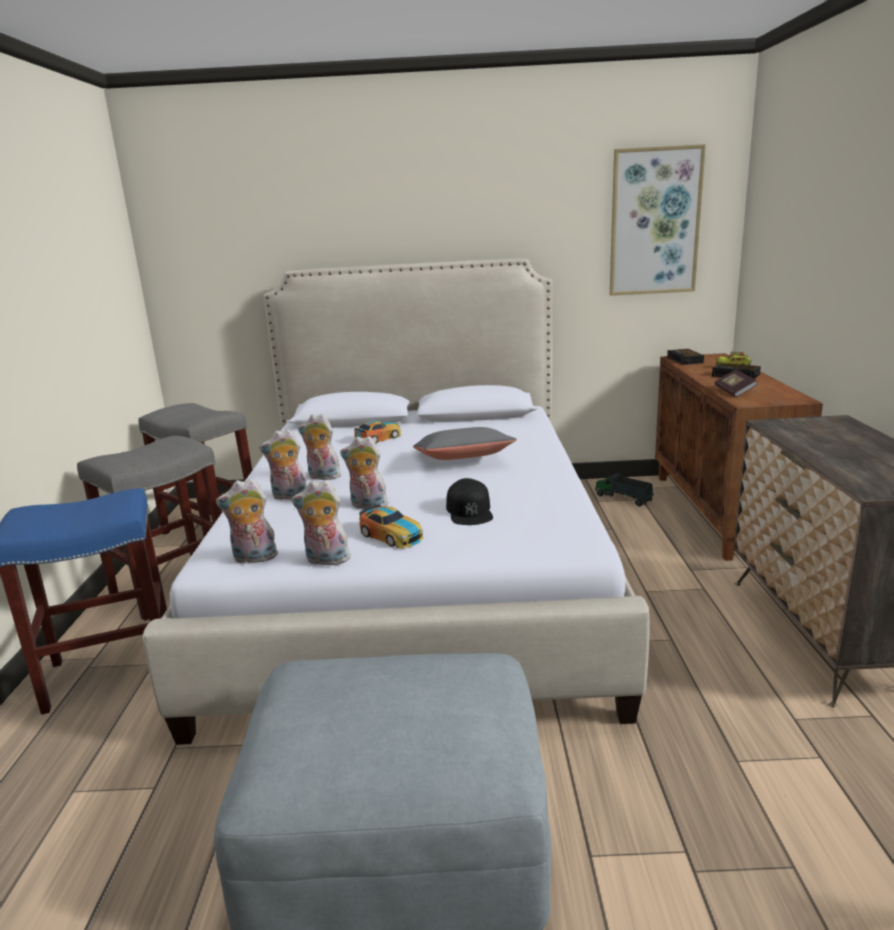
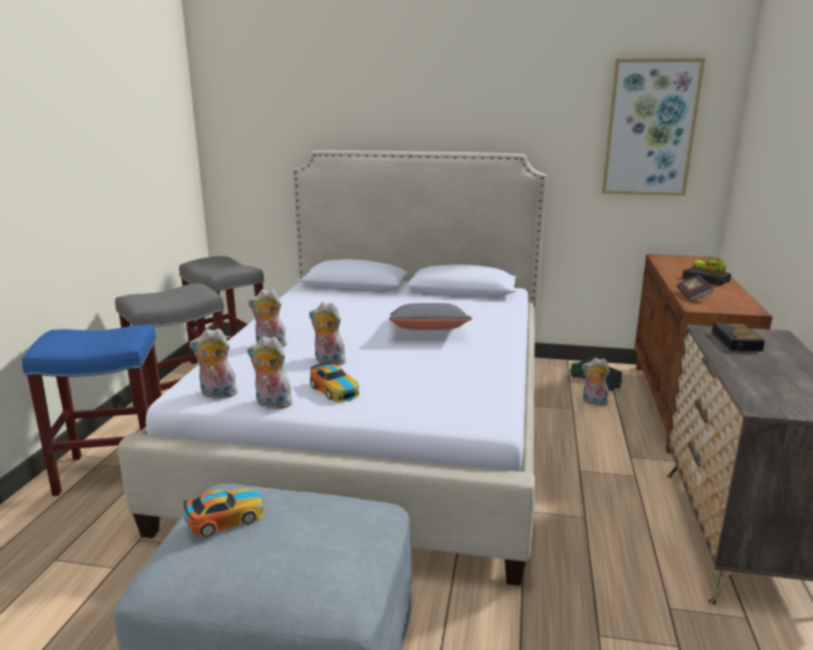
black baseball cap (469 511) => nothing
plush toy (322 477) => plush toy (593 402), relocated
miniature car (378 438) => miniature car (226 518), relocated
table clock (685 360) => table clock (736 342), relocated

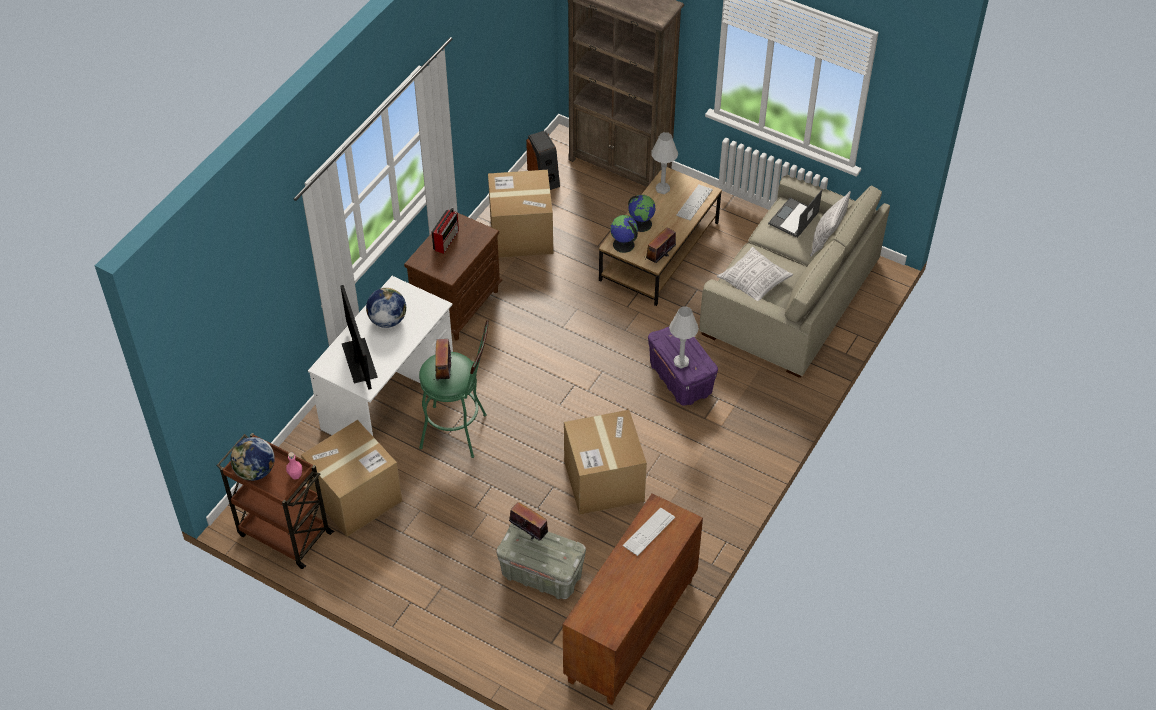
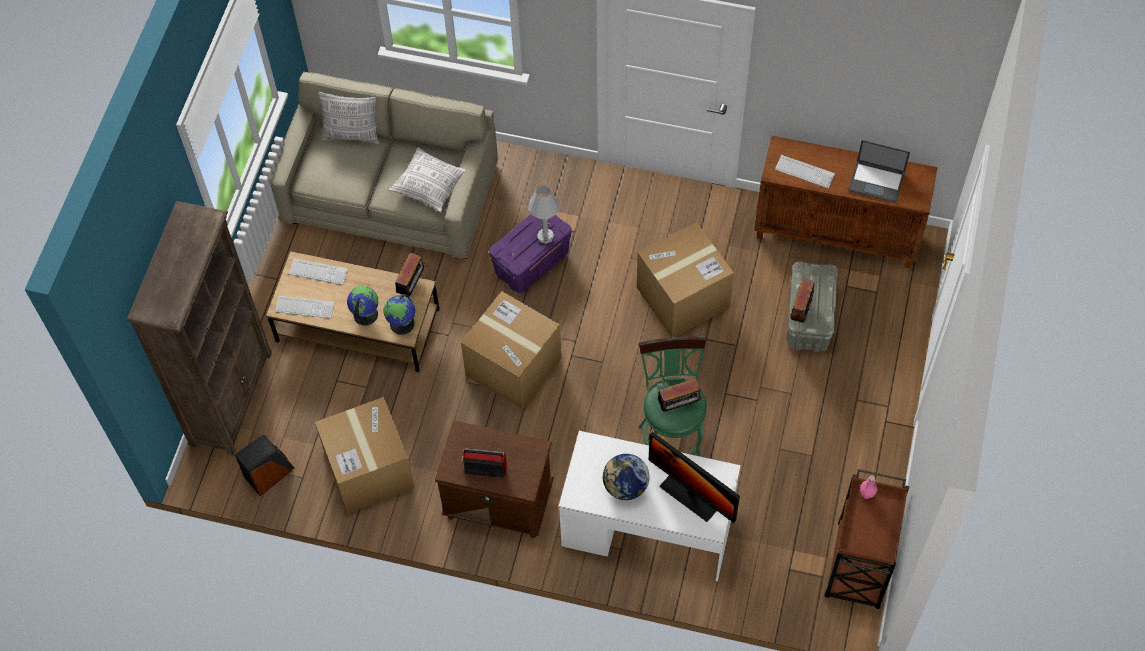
desk globe (255 471) => nothing
carton (355 497) => carton (513 366), relocated
notebook computer (793 218) => notebook computer (877 181), relocated
white table lamp (662 189) => computer keyboard (305 307)
monitor (359 360) => monitor (691 494), 105 degrees counterclockwise
radio set (659 258) => radio set (412 285), 90 degrees counterclockwise

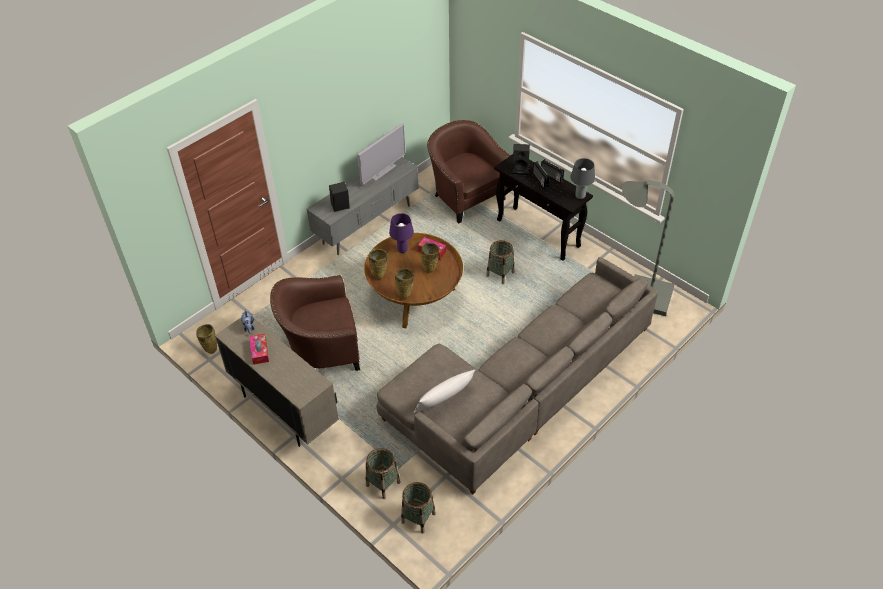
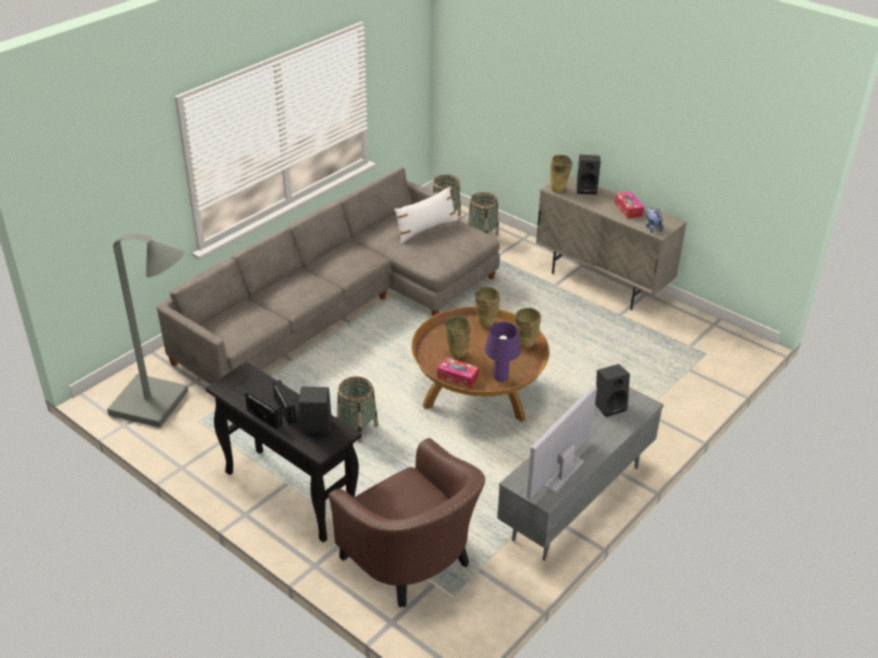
brownish armchair (321 350) => nothing
gray table lamp (580 196) => nothing
nothing => black loudspeaker (587 189)
beige flower vase (211 349) => beige flower vase (558 190), relocated

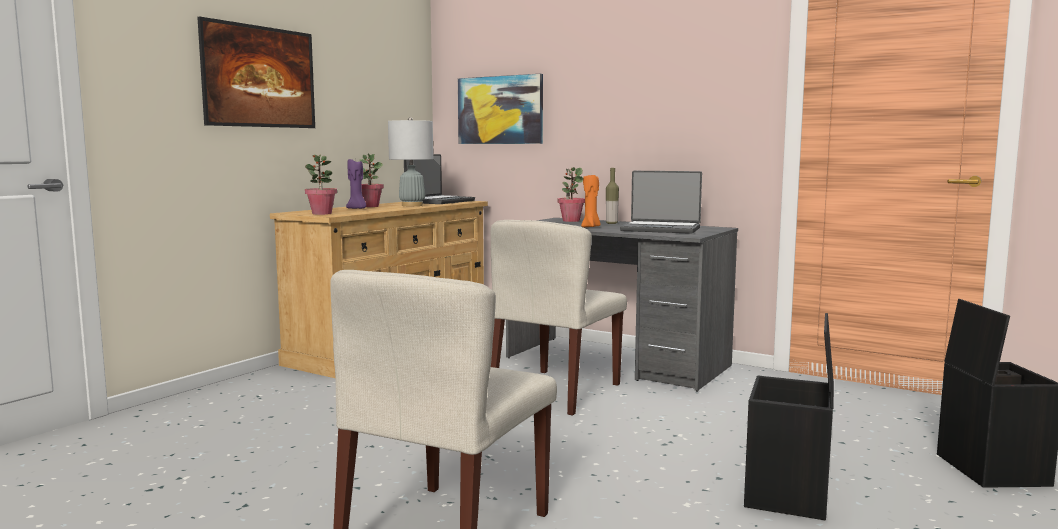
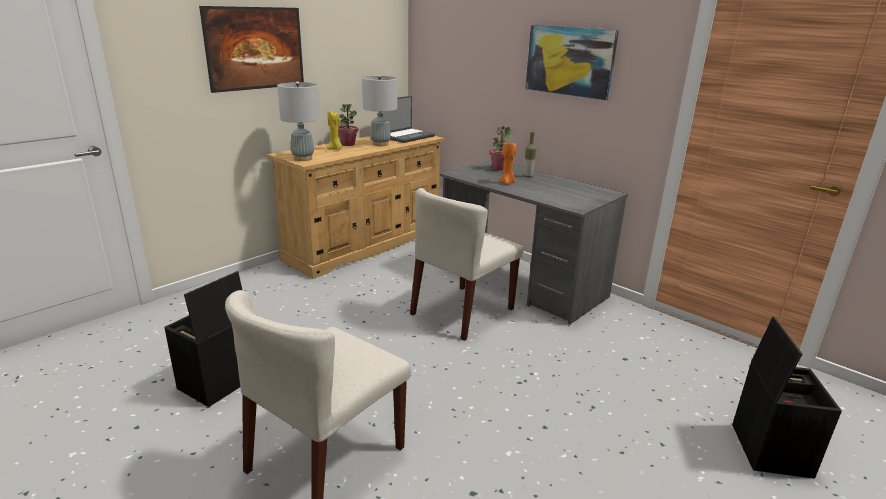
notebook computer (661 229) => nothing
wall art (500 110) => wall art (570 61), relocated
black storage bin (788 496) => black storage bin (216 384), relocated
potted plant (322 213) => gray table lamp (303 158)
purple-coloured wax candle (357 209) => yellow wax candle (335 149)

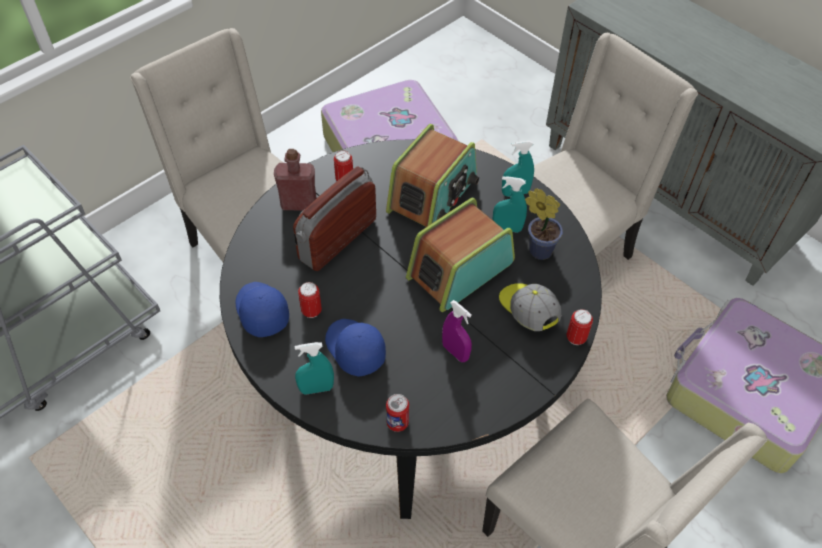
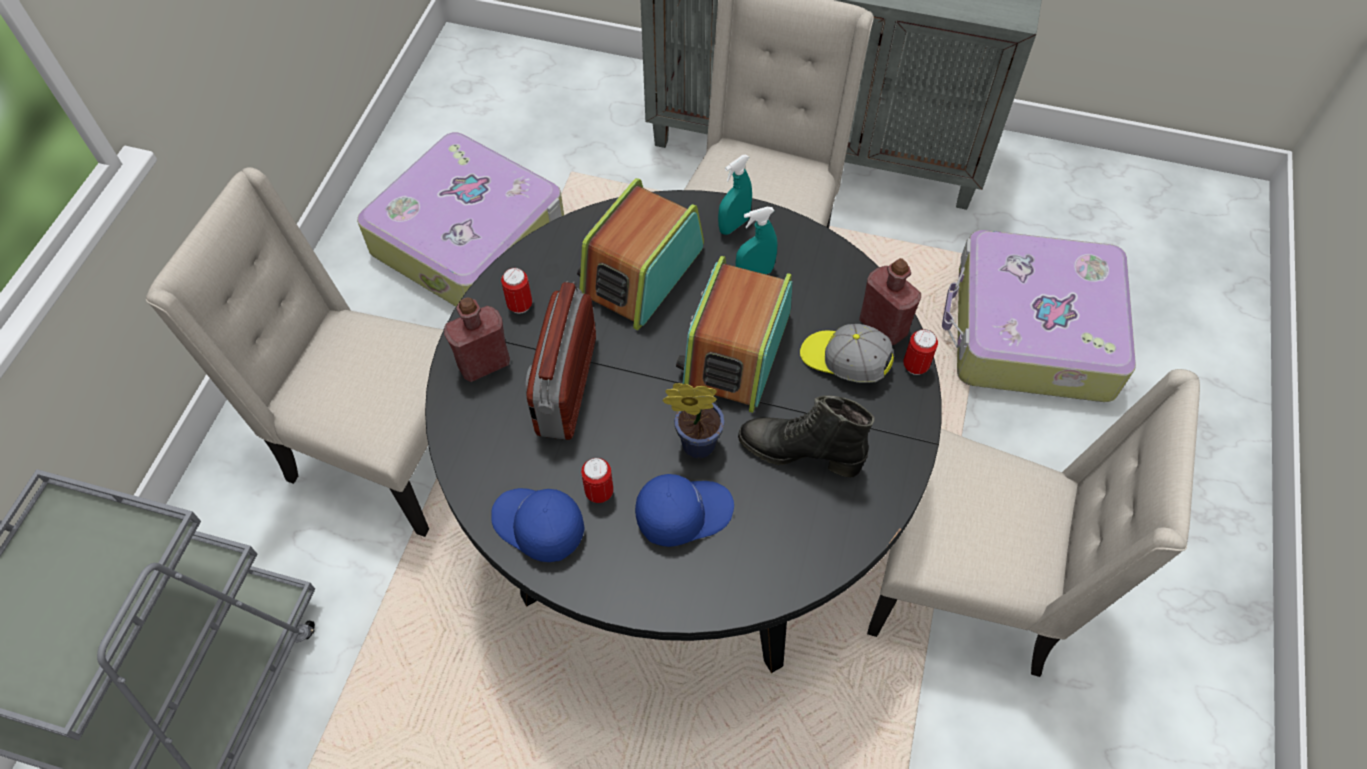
turquoise-coloured sprayer (316 389) => nothing
metal can (397 422) => nothing
nothing => red-coloured bottle (883 326)
potted plant (537 249) => potted plant (693 444), relocated
purple-coloured sprayer (455 352) => black high-top boot (800 452)
blue-coloured baseball cap (354 349) => blue-coloured baseball cap (683 512), 135 degrees clockwise
radio set (433 194) => radio set (641 273), 150 degrees counterclockwise

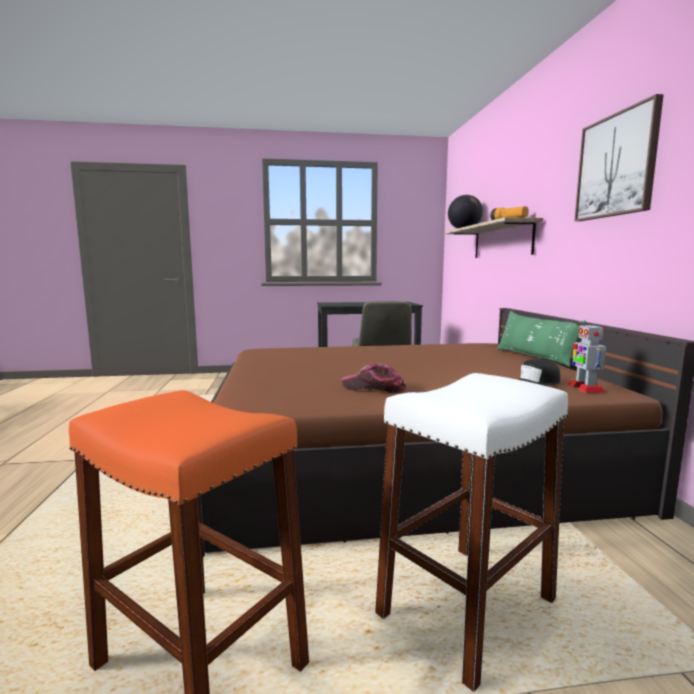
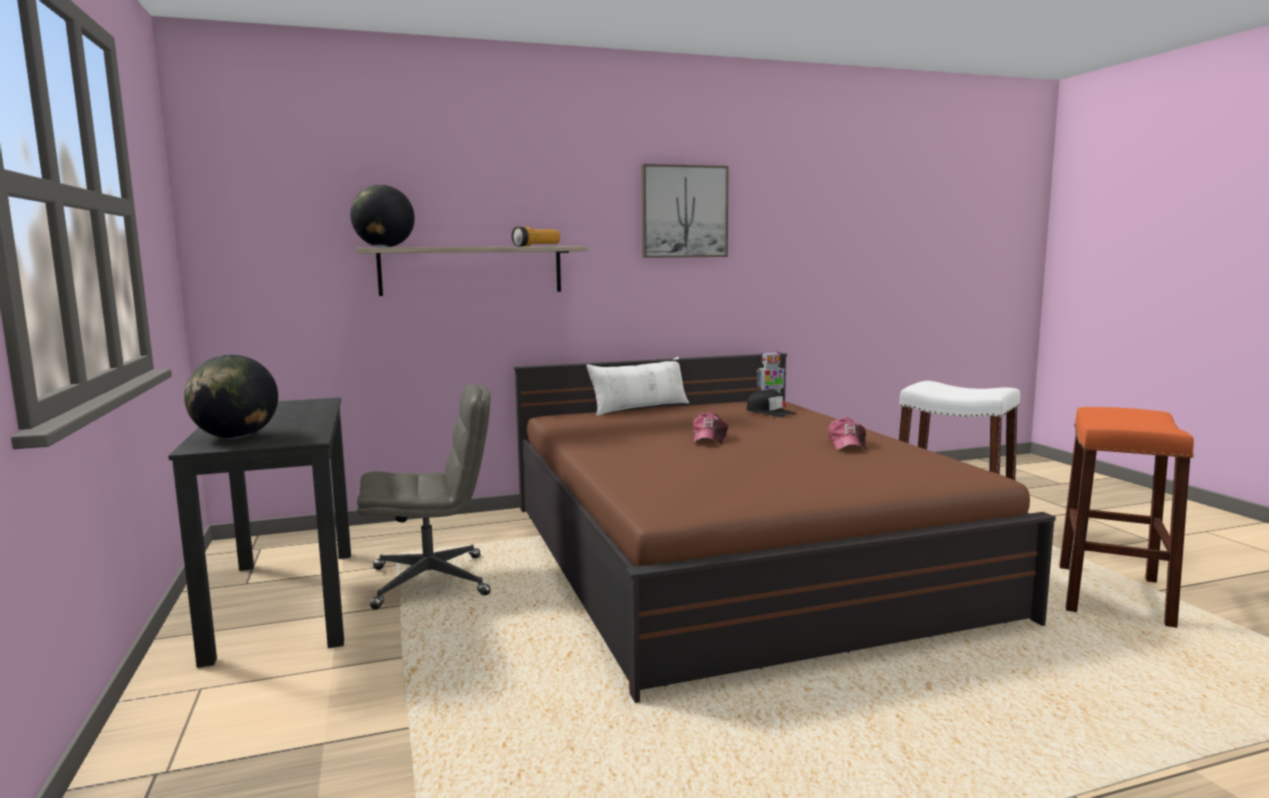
nothing => desk globe (236 437)
nothing => baseball cap (710 438)
green throw pillow (534 357) => white throw pillow (640 408)

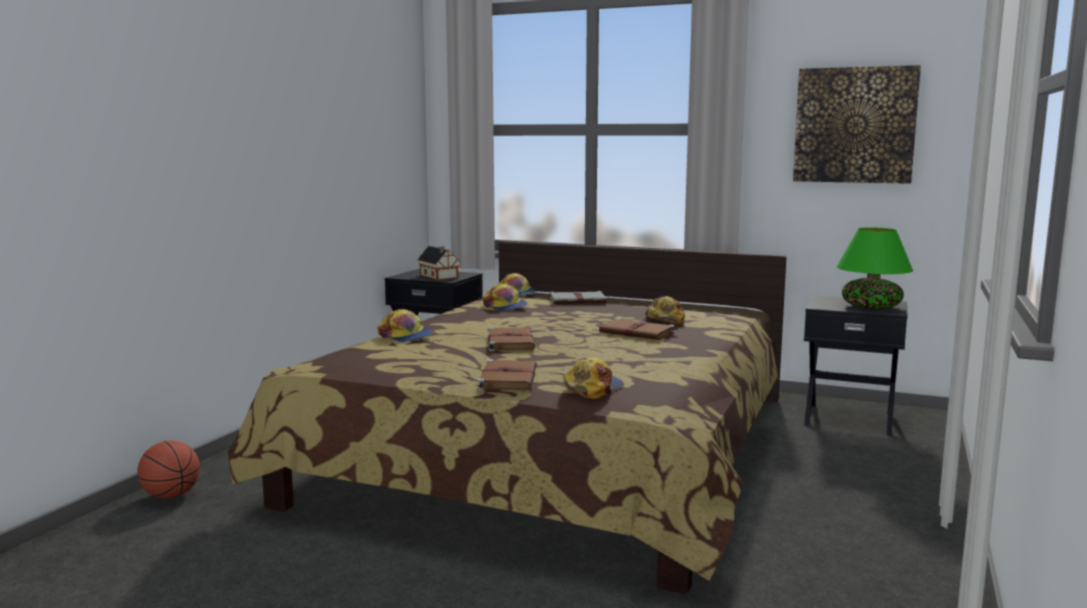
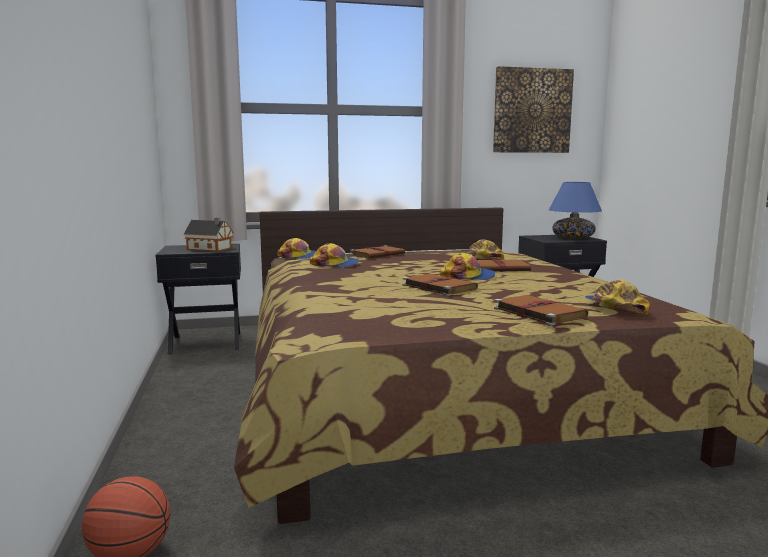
baseball cap (405 336) => baseball cap (468 276), relocated
gray book (579 301) => brownish book (378 254)
green table lamp (871 307) => blue-coloured table lamp (573 238)

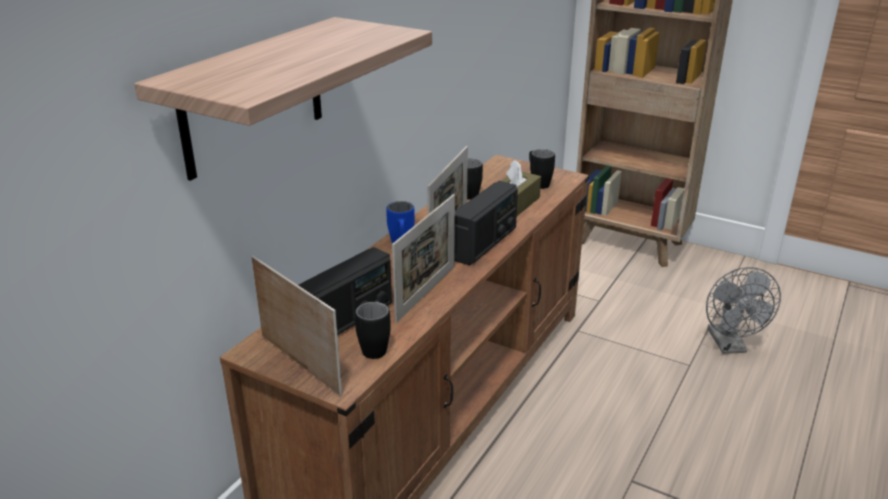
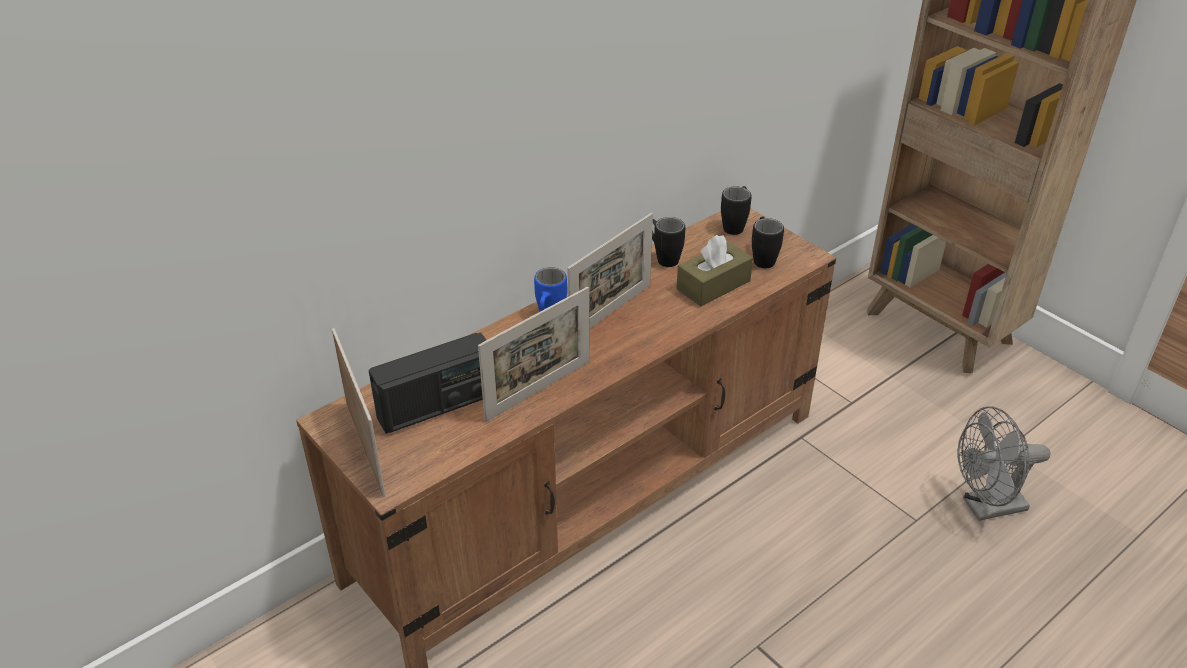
wall shelf (253 97) => nothing
radio set (484 243) => nothing
black coffee mug (375 346) => black coffee mug (735 225), relocated
gray electric fan (730 346) => gray electric fan (986 507), 60 degrees clockwise

